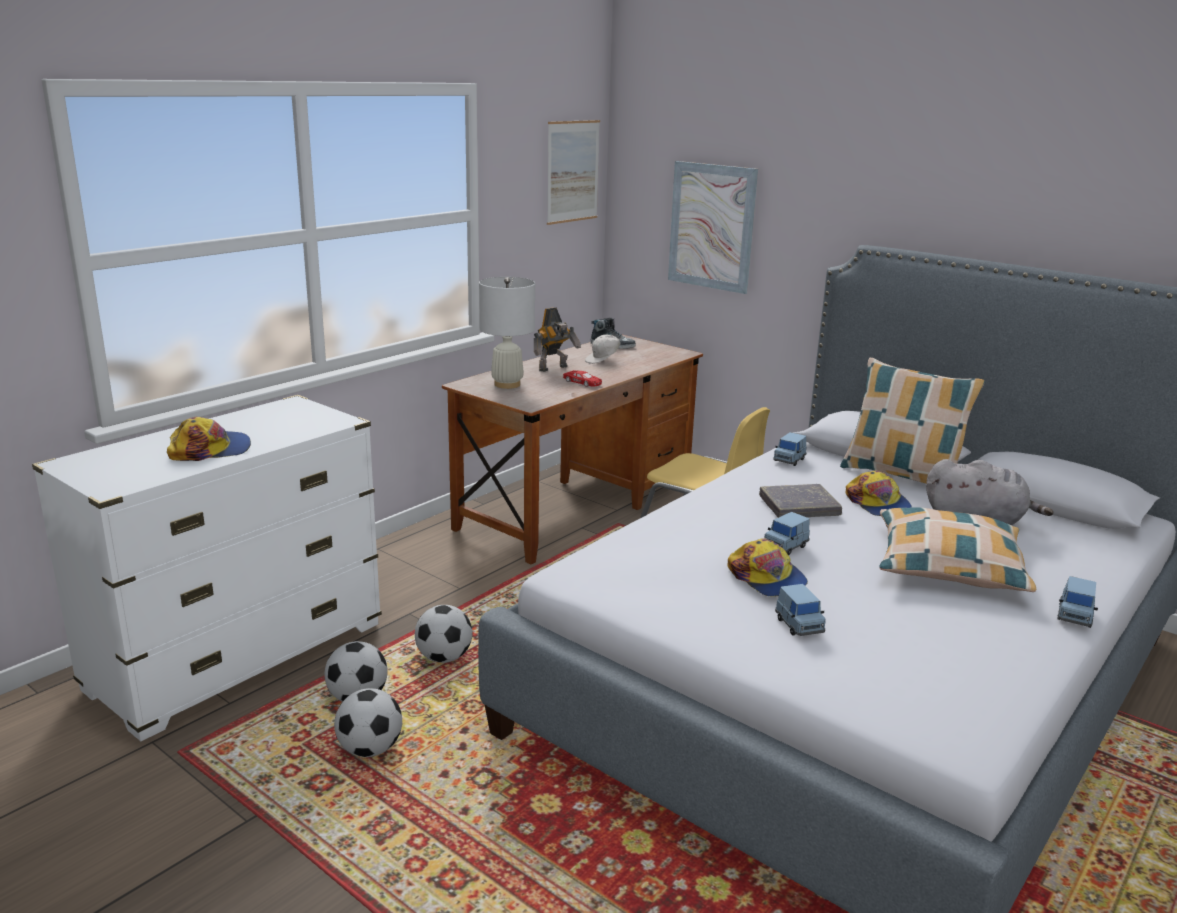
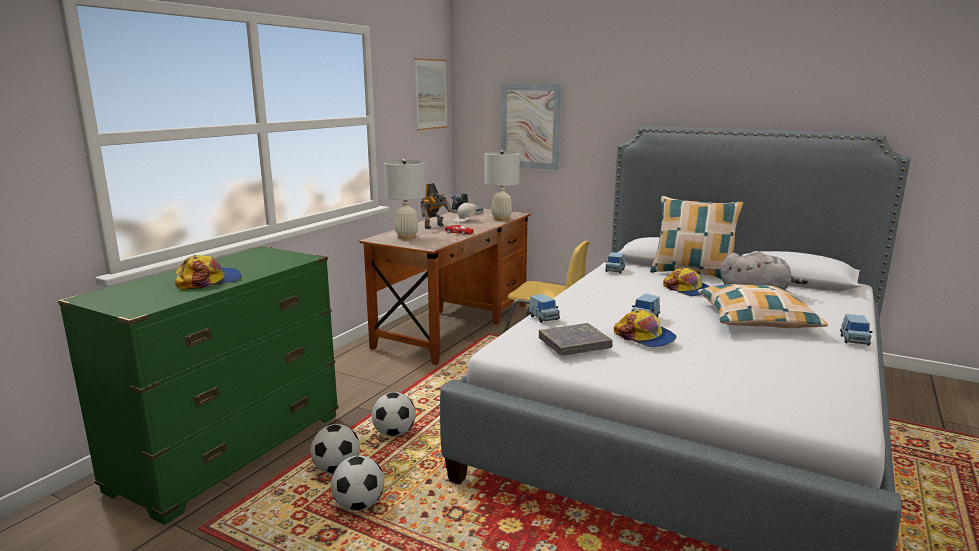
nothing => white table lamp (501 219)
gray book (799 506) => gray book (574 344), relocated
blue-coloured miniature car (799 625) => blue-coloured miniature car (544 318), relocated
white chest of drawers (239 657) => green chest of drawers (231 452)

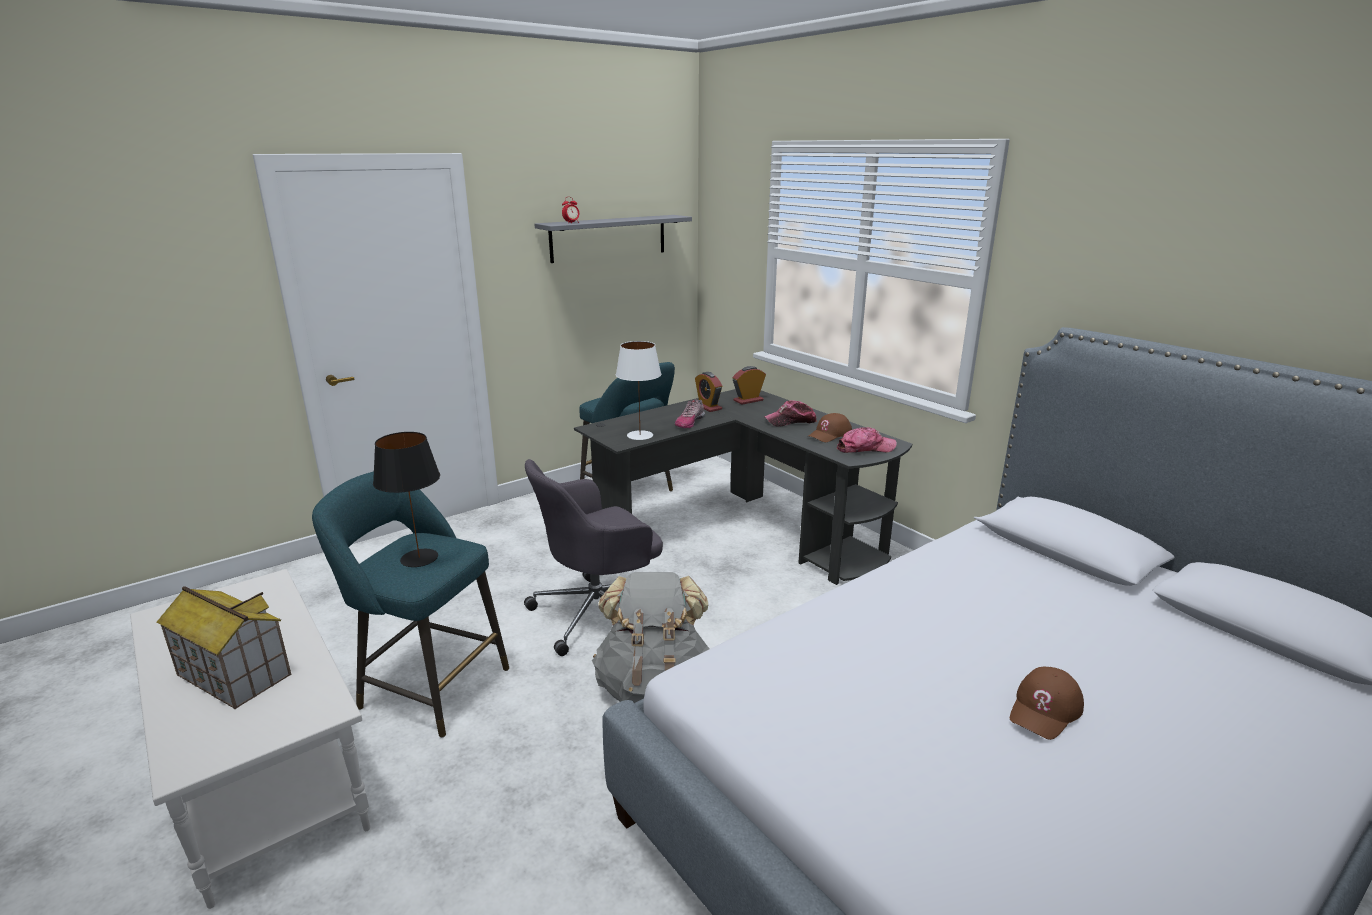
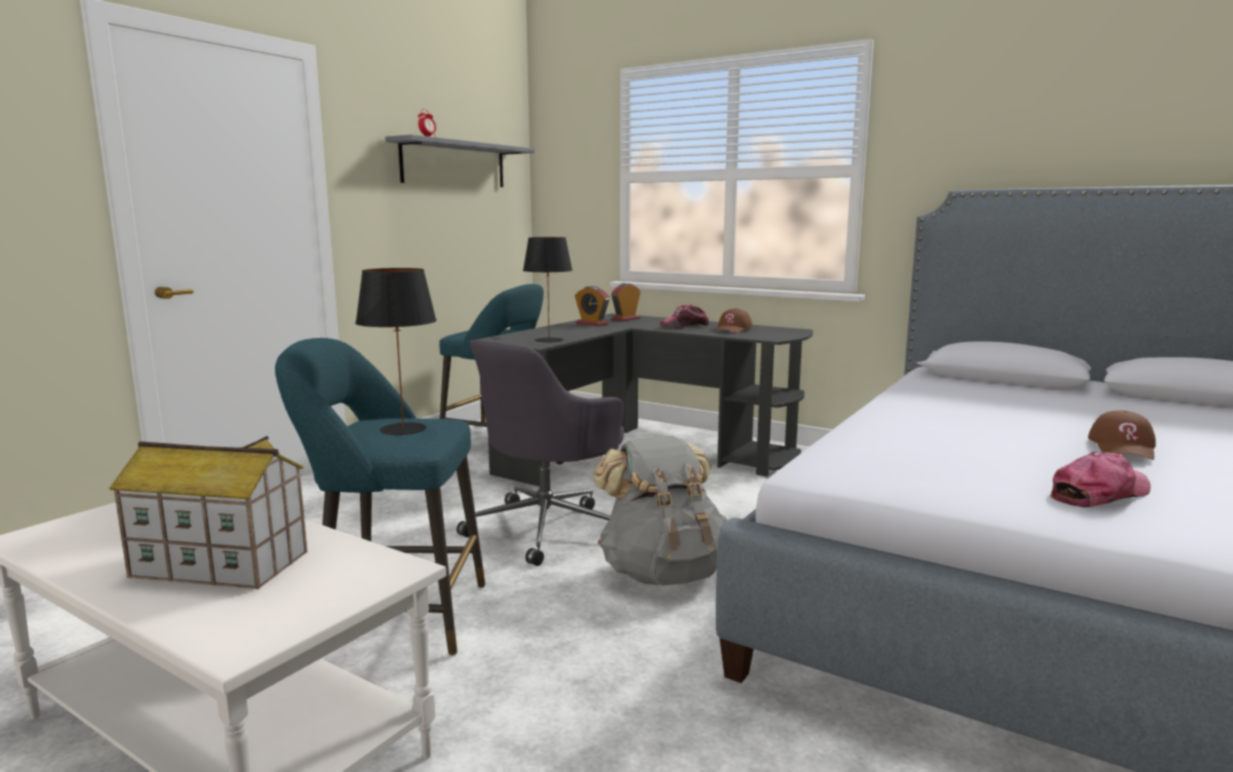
low shoe (689 422) => nothing
baseball cap (865 448) => baseball cap (1099 494), relocated
white table lamp (639 435) => black table lamp (548 340)

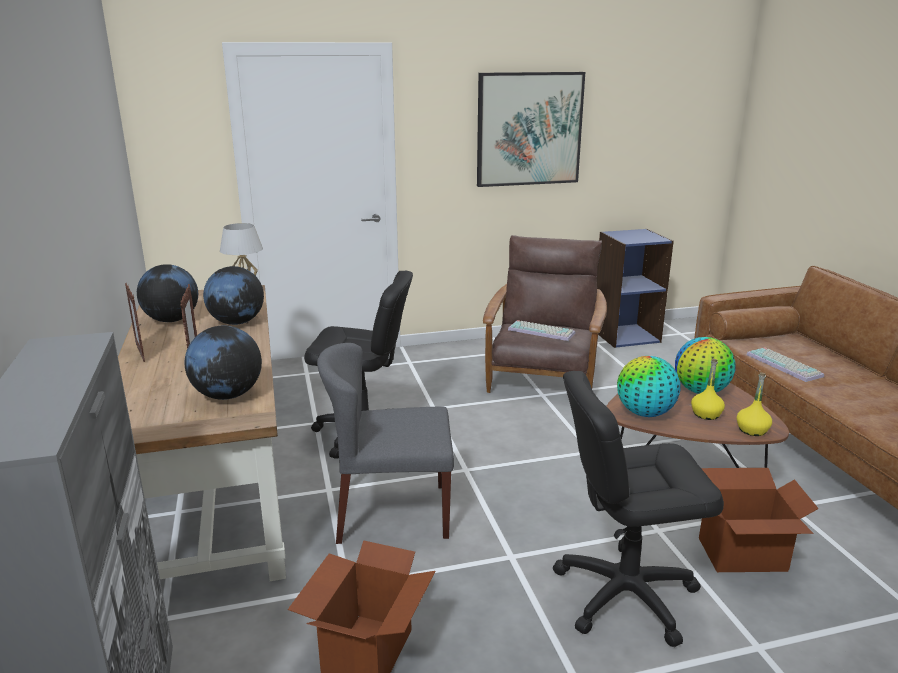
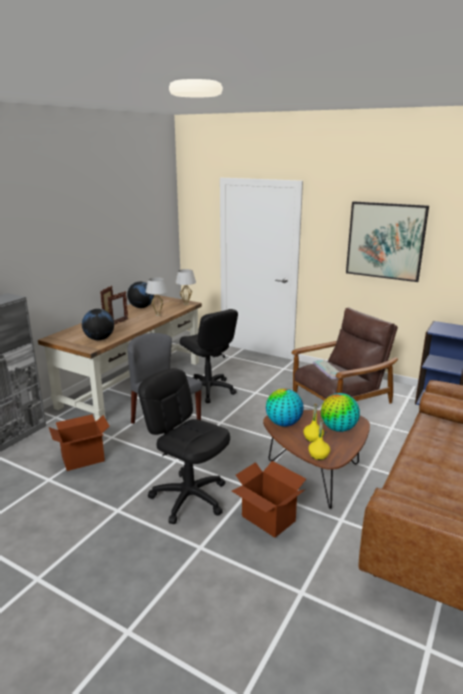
computer keyboard (785 365) => nothing
desk globe (237 322) => white table lamp (157 315)

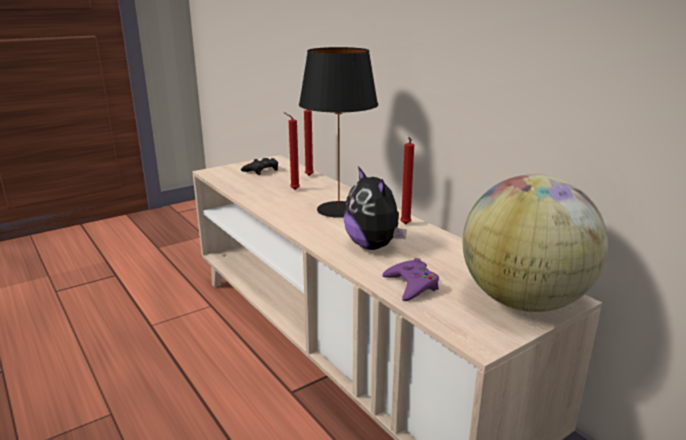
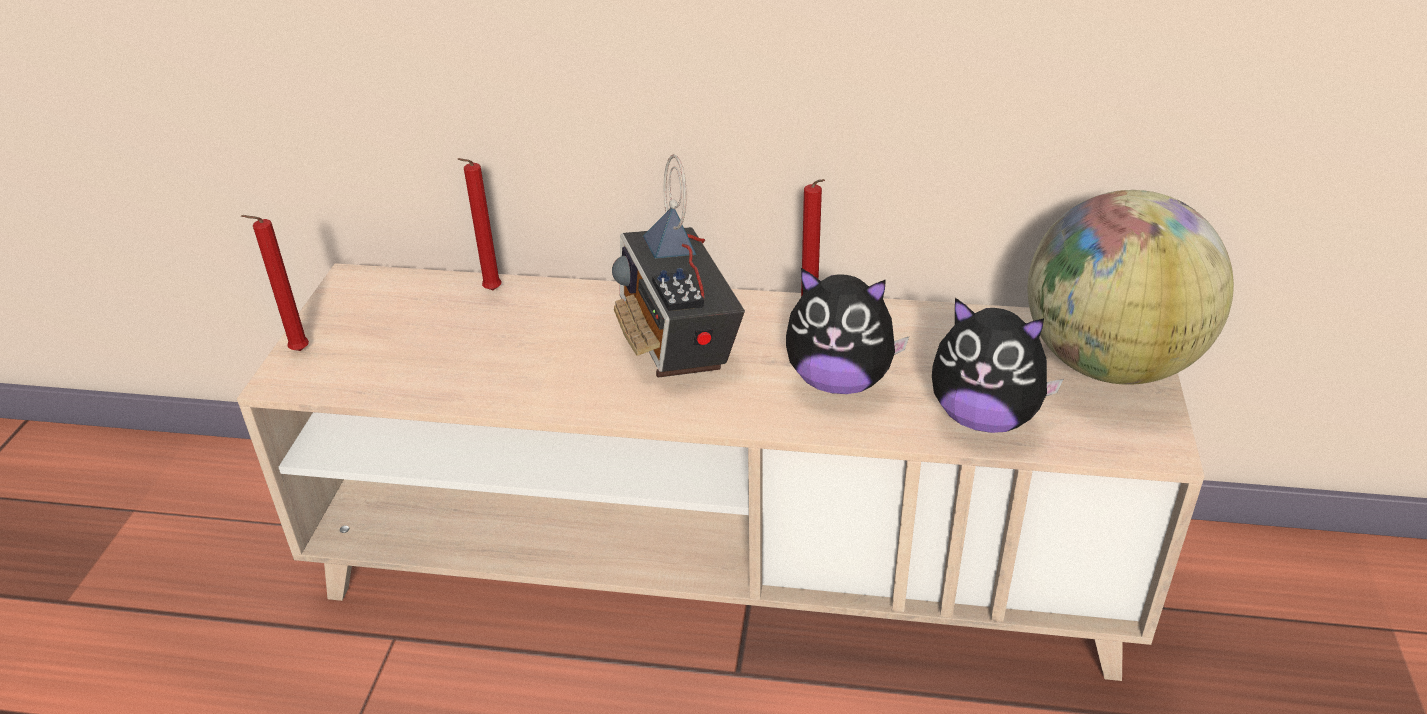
black joypad (261 170) => nothing
red-coloured wax candle (293 190) => red-coloured wax candle (297 352), relocated
black table lamp (339 210) => radio set (677 340)
purple-coloured joypad (411 285) => plush toy (984 417)

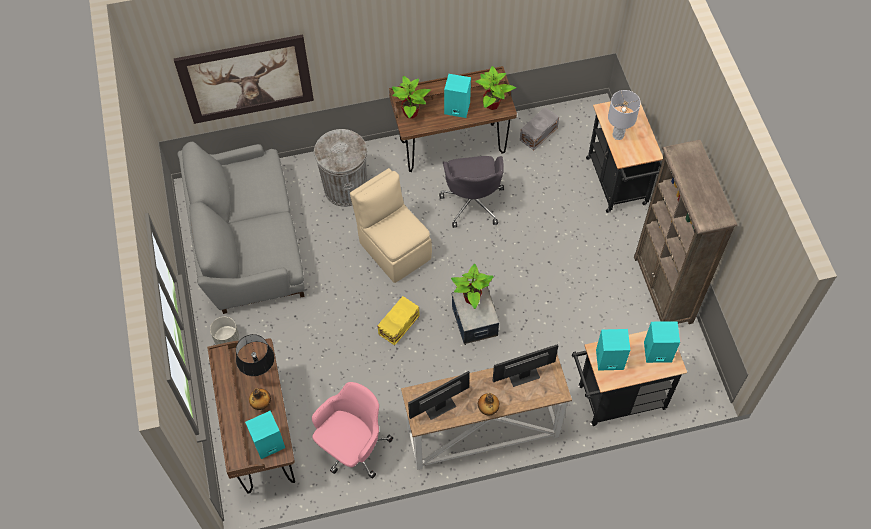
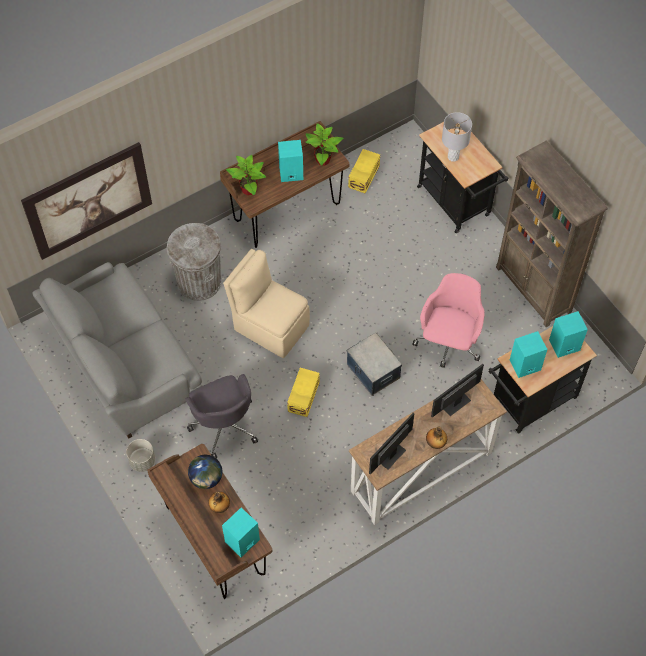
potted plant (471 298) => nothing
pink desk chair (352 447) => pink desk chair (449 342), relocated
gray desk chair (472 202) => gray desk chair (224 425), relocated
black table lamp (260 373) => desk globe (206 478)
gray storage bin (537 134) => yellow storage bin (363 176)

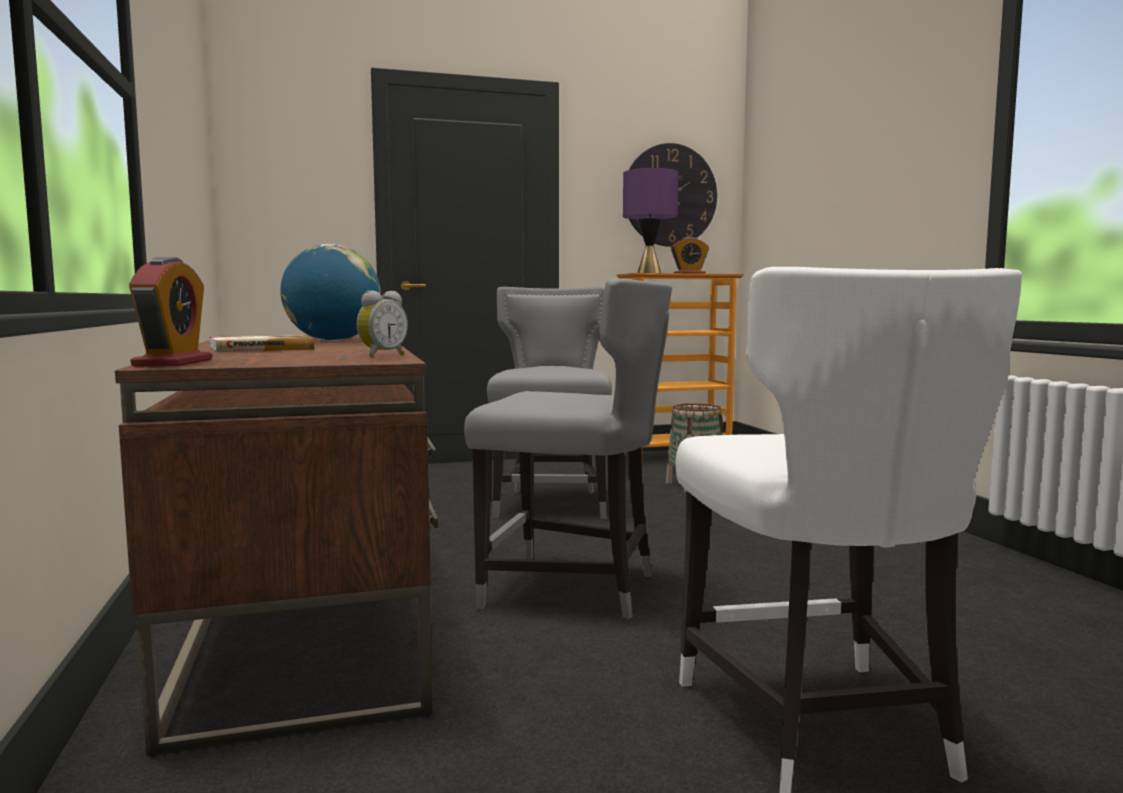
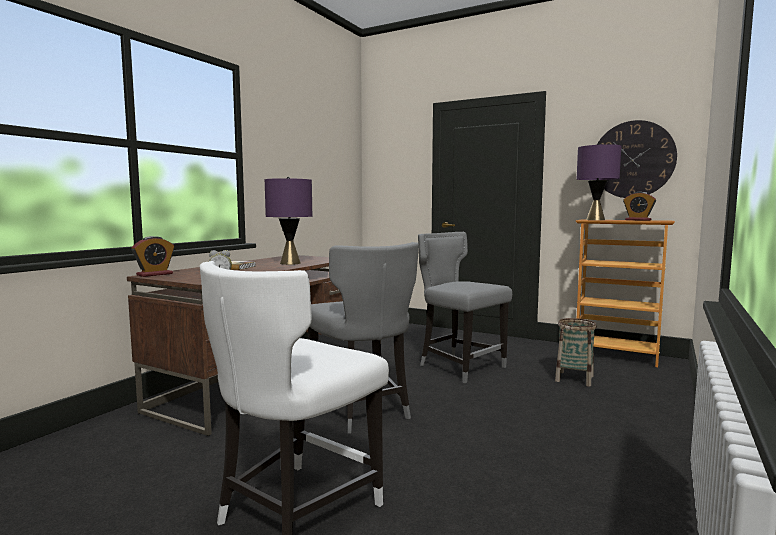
desk globe (333 341) => purple-coloured table lamp (290 263)
gray chair (552 504) => gray chair (459 367), 90 degrees counterclockwise

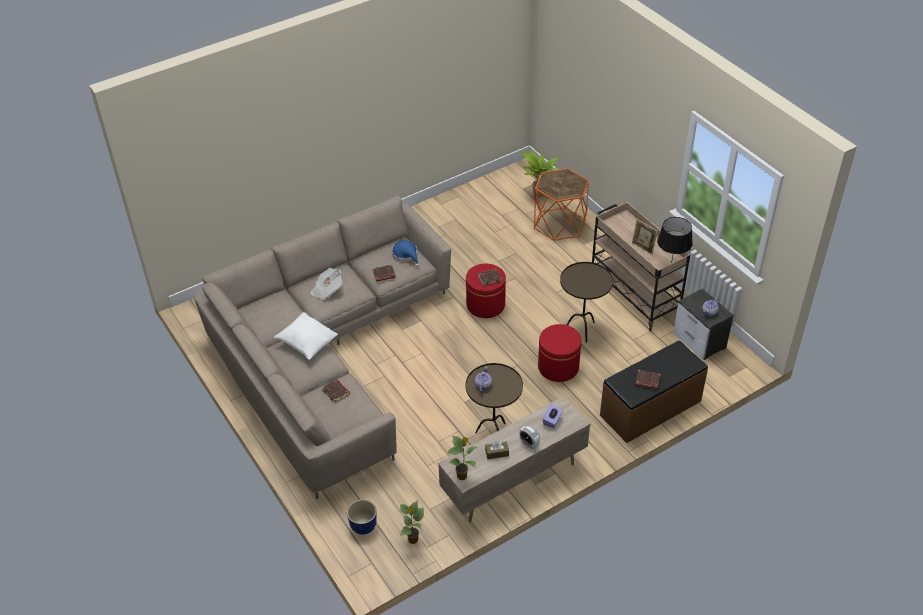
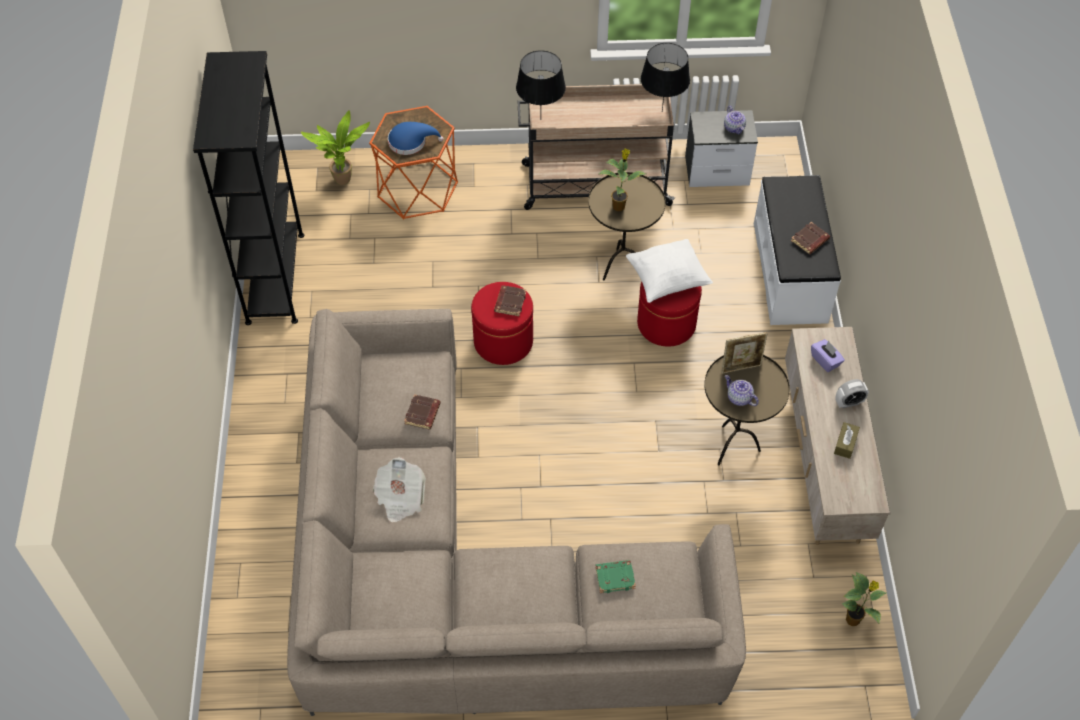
flower pot (364 526) => nothing
nothing => black bookcase (275 278)
nothing => black table lamp (540 119)
white throw pillow (307 344) => white throw pillow (666 280), relocated
blue-coloured clothing hat (406 255) => blue-coloured clothing hat (410 142), relocated
potted plant (462 476) => potted plant (619 206), relocated
picture frame (643 248) => picture frame (741 367), relocated
brownish book (336 392) => green book (615 577)
brownish long seat (651 408) => white long seat (791 272)

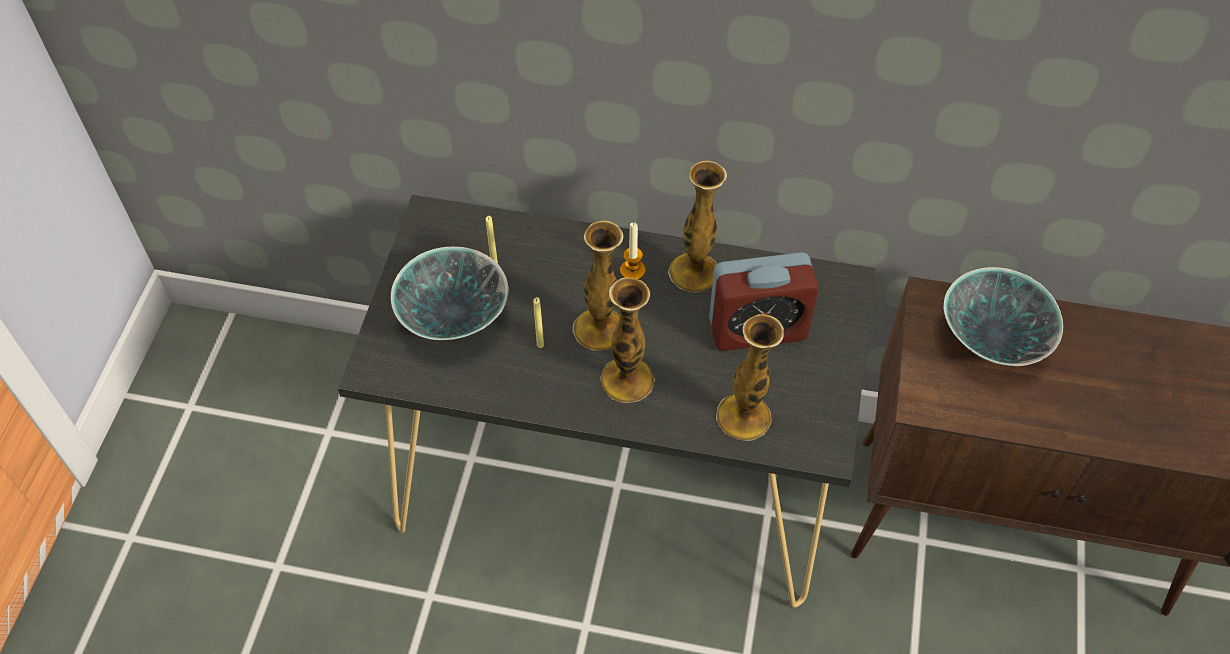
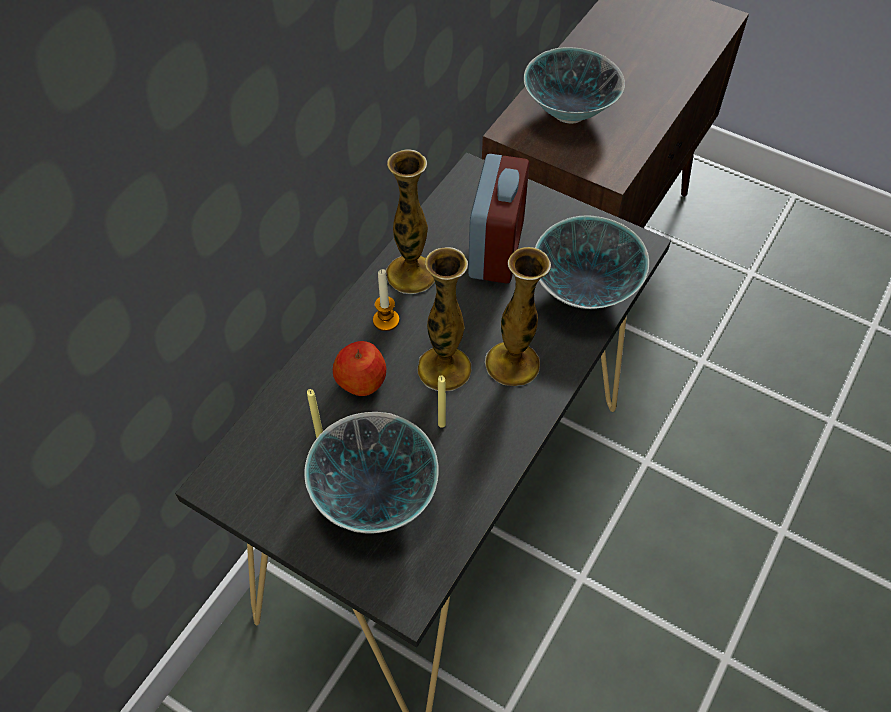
nothing => whole apple (361 380)
flower vase (743 417) => serving bowl (585 290)

